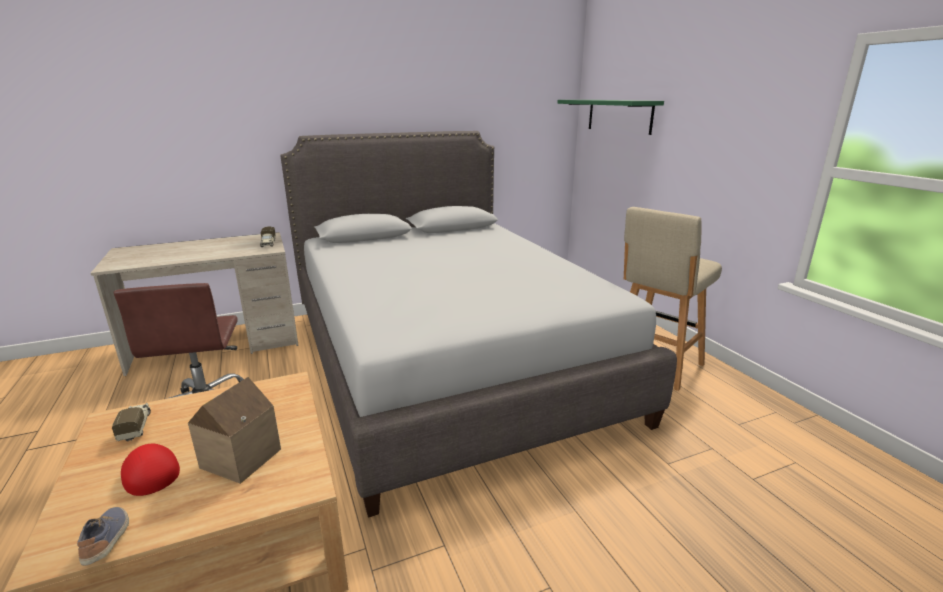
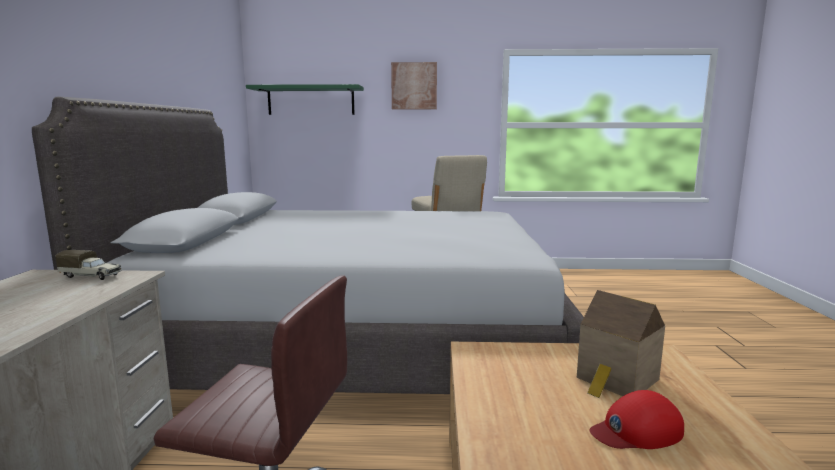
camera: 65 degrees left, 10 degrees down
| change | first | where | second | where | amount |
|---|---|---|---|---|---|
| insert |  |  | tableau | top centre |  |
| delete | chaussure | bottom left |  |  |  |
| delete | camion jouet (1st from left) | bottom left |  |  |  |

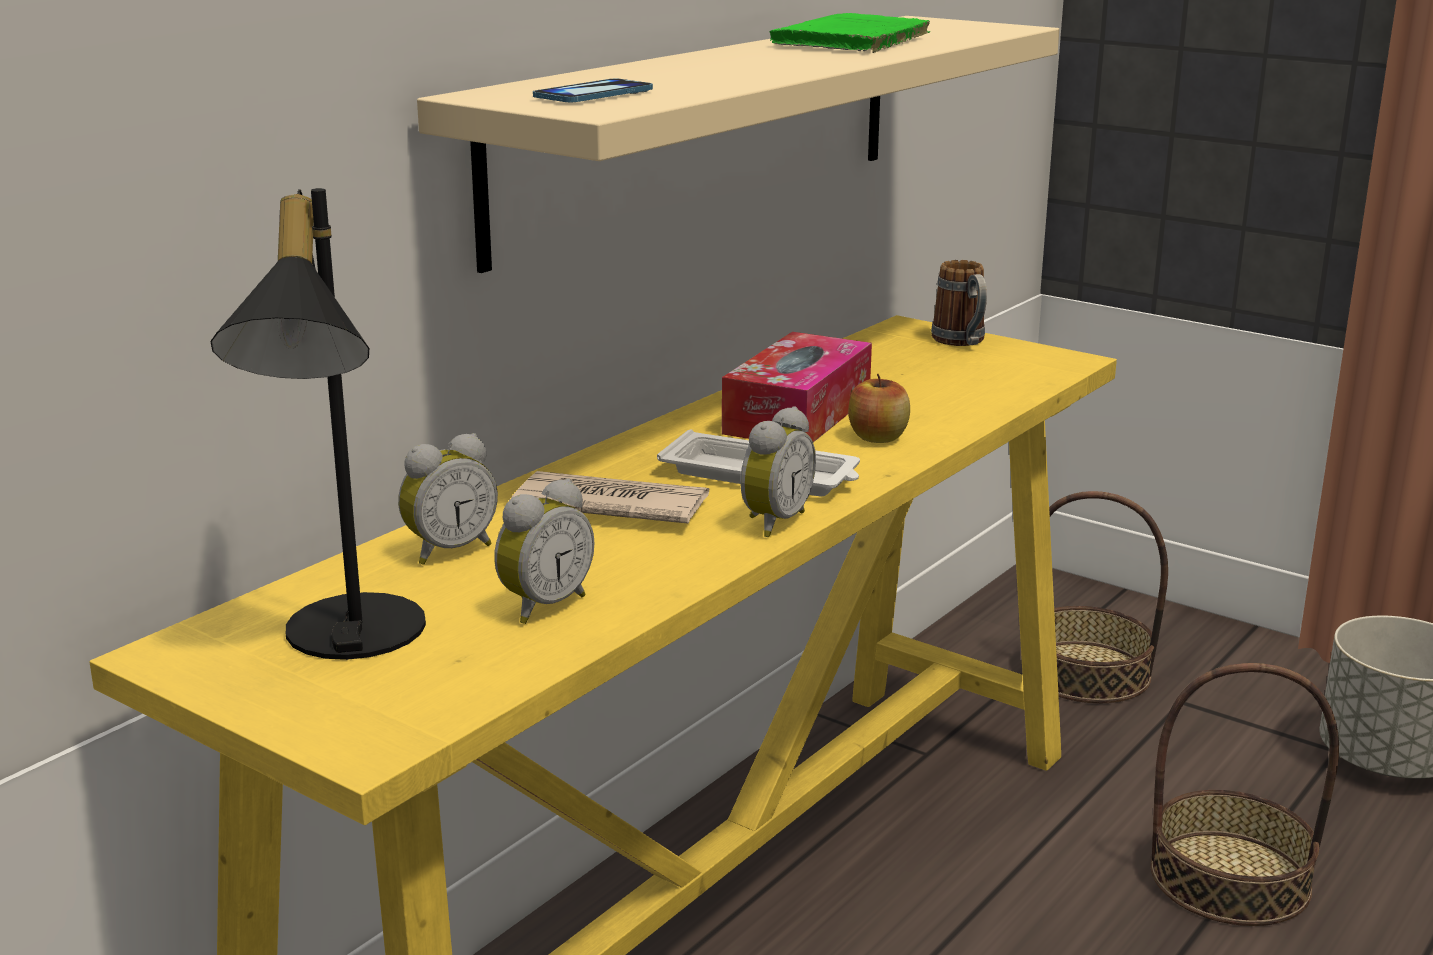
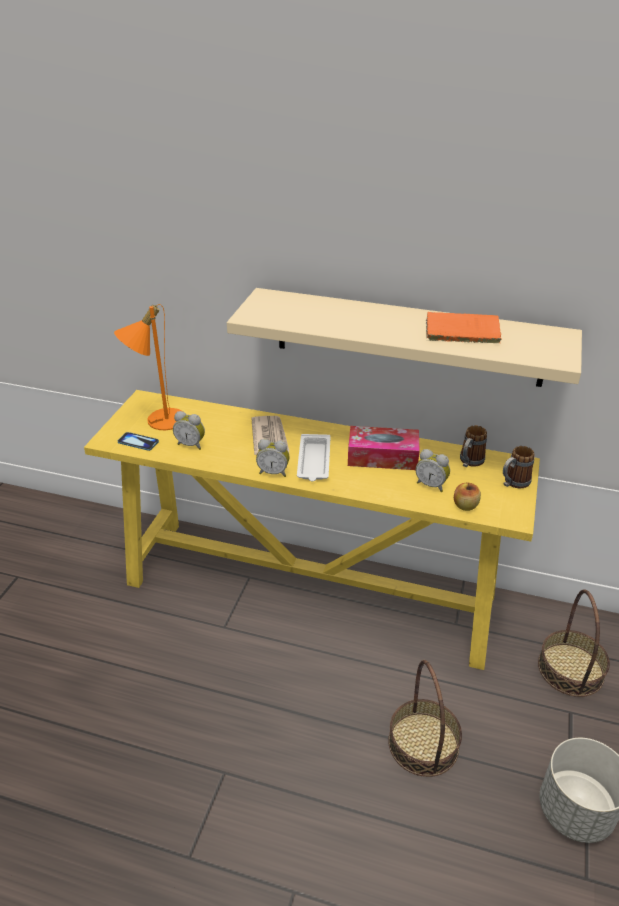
camera: 70 degrees right, 15 degrees up
| change | first | where | second | where | amount |
|---|---|---|---|---|---|
| recolor | lampe de table (noir) | middle left | lampe de table (orange) | middle left |  |
| move | téléphone | top centre |  | middle left |  |
| move | réveil (1st from left in the first image) | middle left | réveil (3rd from left) | middle right |  |
| recolor | livre (vert) | top centre | livre (orange) | middle right |  |
| move | pomme | centre |  | middle right |  |
| insert |  |  | mug (1st from left) | middle right |  |

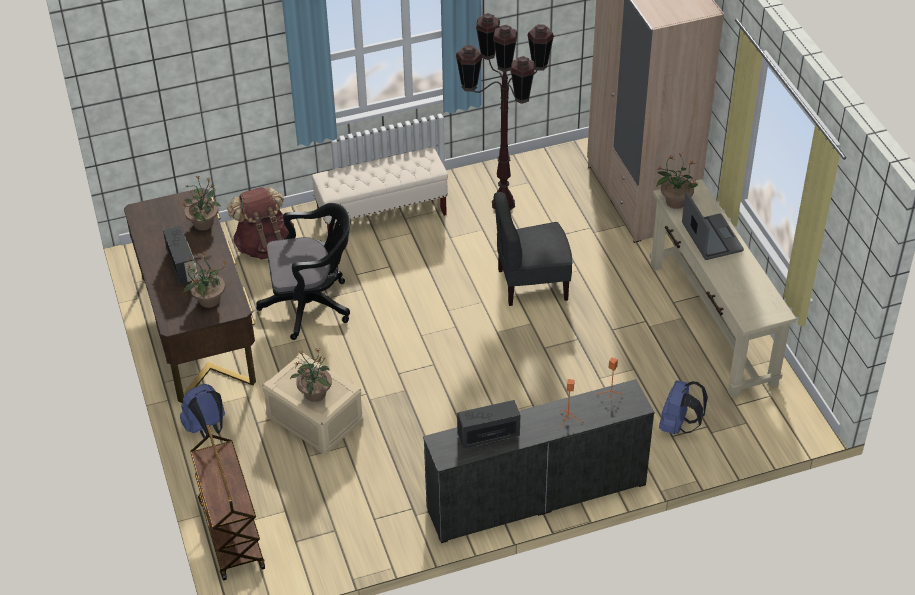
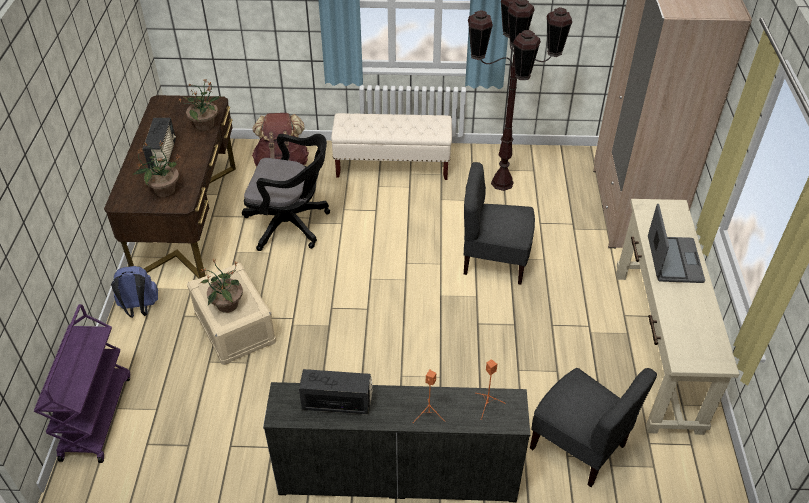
camera: 20 degrees right, 0 degrees up
| change | first | where | second | where | amount |
|---|---|---|---|---|---|
| recolor | chariot (marron) | bottom left | chariot (violet) | bottom left |  |
| replace | sac à dos (bleu) (2nd from left) | bottom right | chaise (gris) (2nd from left) | bottom right |  |
| delete | plante en pot (4th from left) | top right |  |  |  |

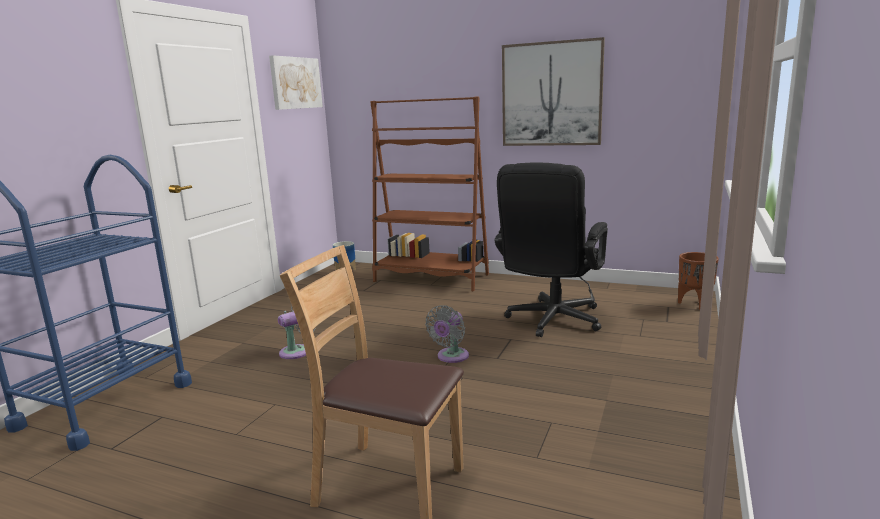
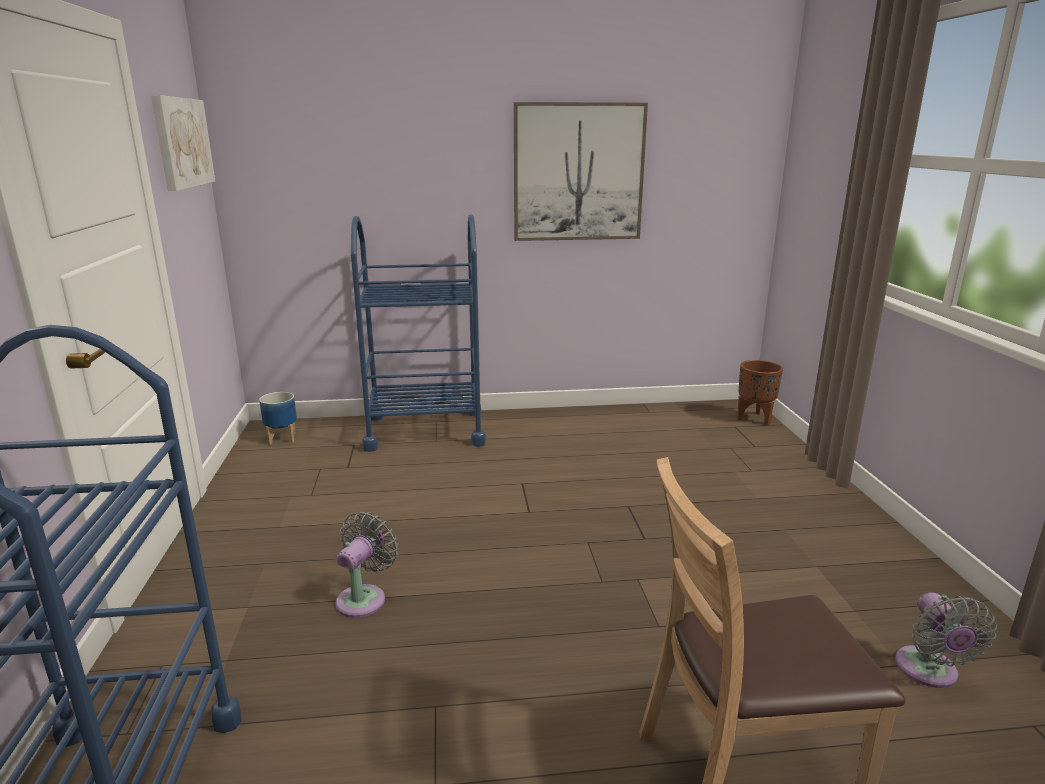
camera: 30 degrees left, 5 degrees up
| change | first | where | second | where | amount |
|---|---|---|---|---|---|
| replace | bibliothèque (marron) | centre | chariot (bleu) (2nd from left) | centre |  |
| move | ventilateur (gris) (2nd from left) | centre |  | bottom right |  |
| delete | chaise de bureau (noir) | centre |  |  |  |

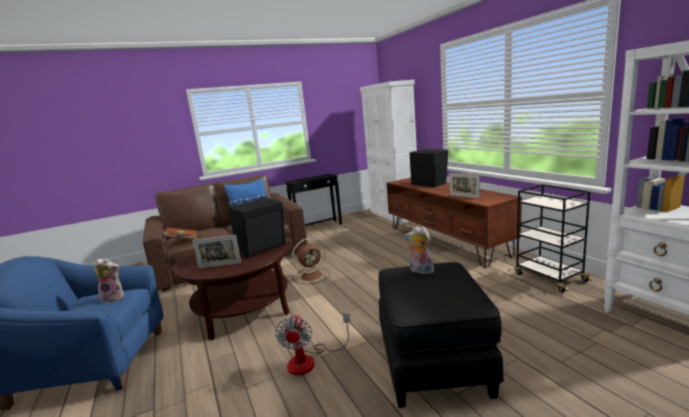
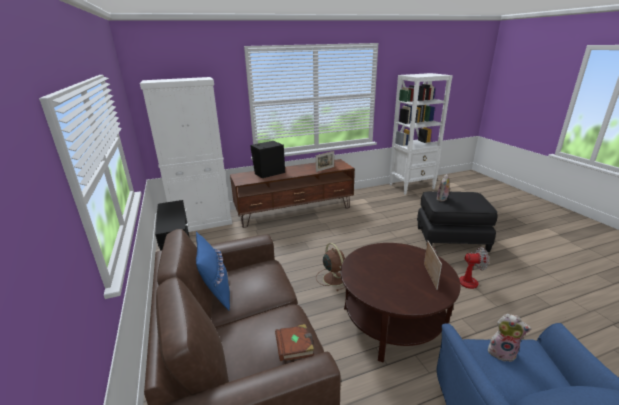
camera: 85 degrees left, 10 degrees up
| change | first | where | second | where | amount |
|---|---|---|---|---|---|
| rotate | peluche (1st from left in the first image) | bottom left | peluche (2nd from left) | bottom right | 105 degrees clockwise |
| delete | enceinte (noir) (1st from left) | centre |  |  |  |
| delete | chariot (noir) | middle right |  |  |  |

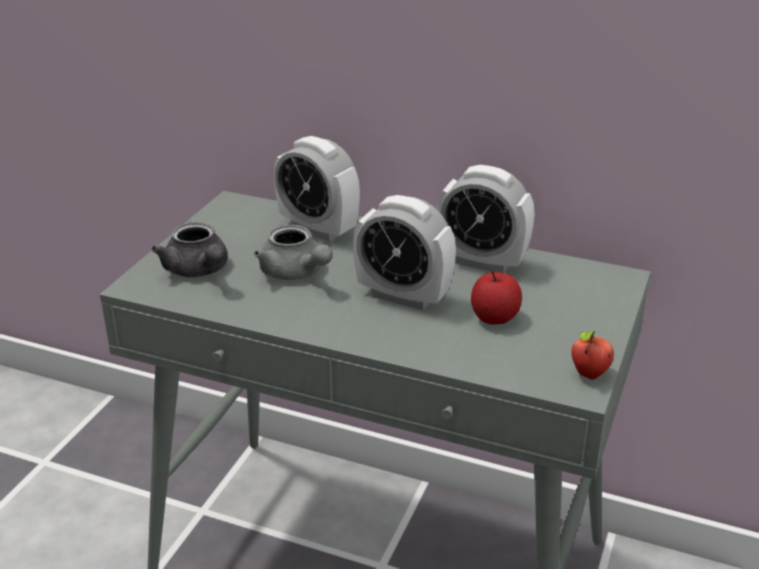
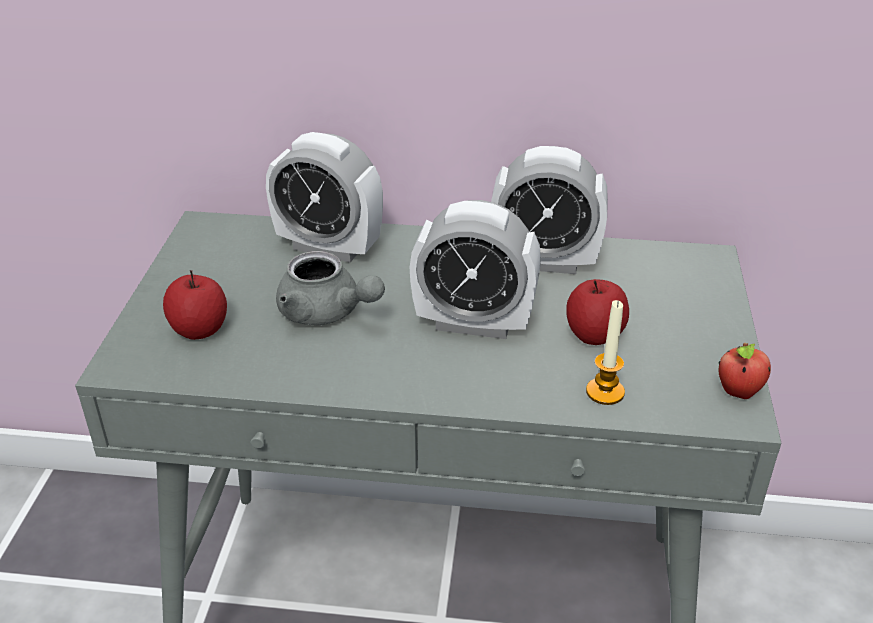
camera: 15 degrees left, 5 degrees up
| change | first | where | second | where | amount |
|---|---|---|---|---|---|
| replace | théière (gris) (1st from left) | middle left | pomme (1st from left) | middle left |  |
| insert |  |  | bougie | middle right |  |

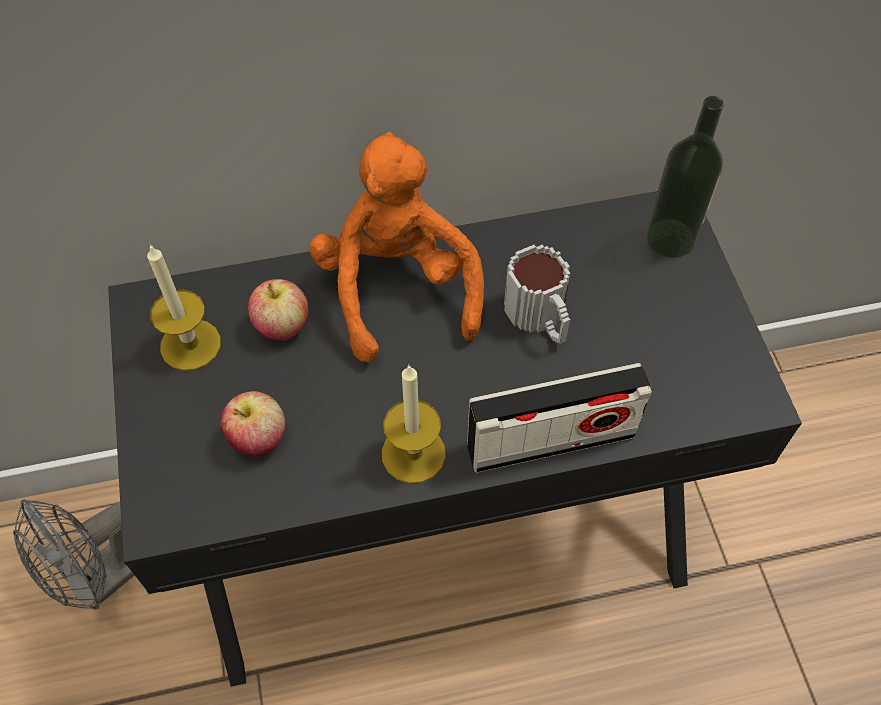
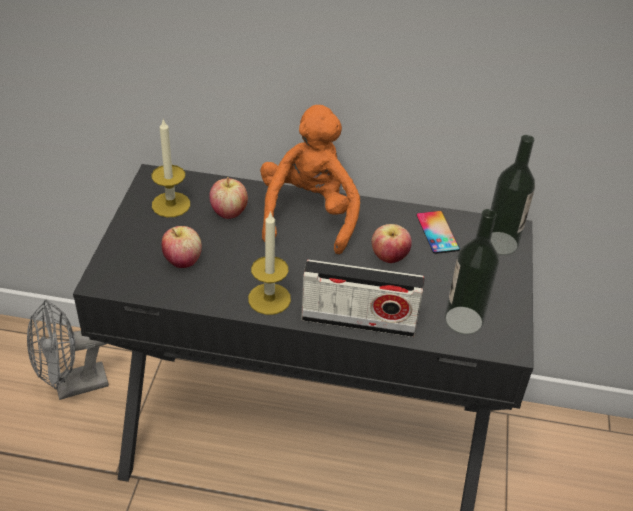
camera: 20 degrees right, 15 degrees down
| change | first | where | second | where | amount |
|---|---|---|---|---|---|
| replace | mug | centre | pomme (3rd from left) | centre |  |
| insert |  |  | téléphone | middle right |  |
| insert |  |  | bouteille (1st from left) | middle right |  |

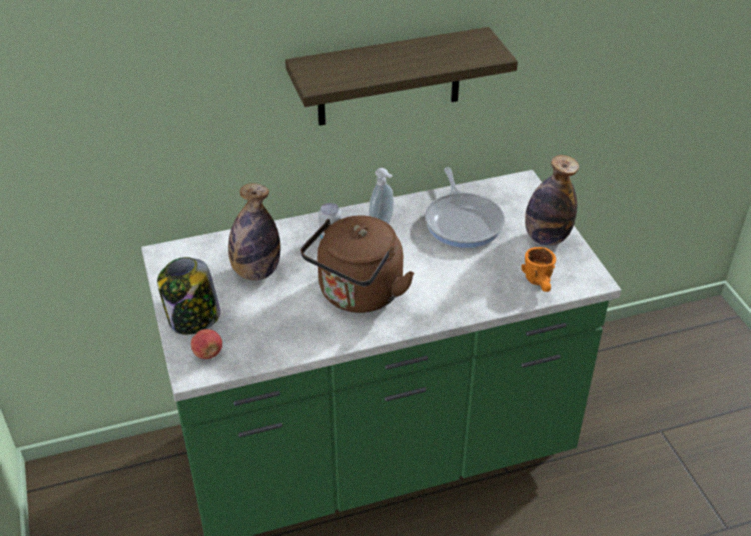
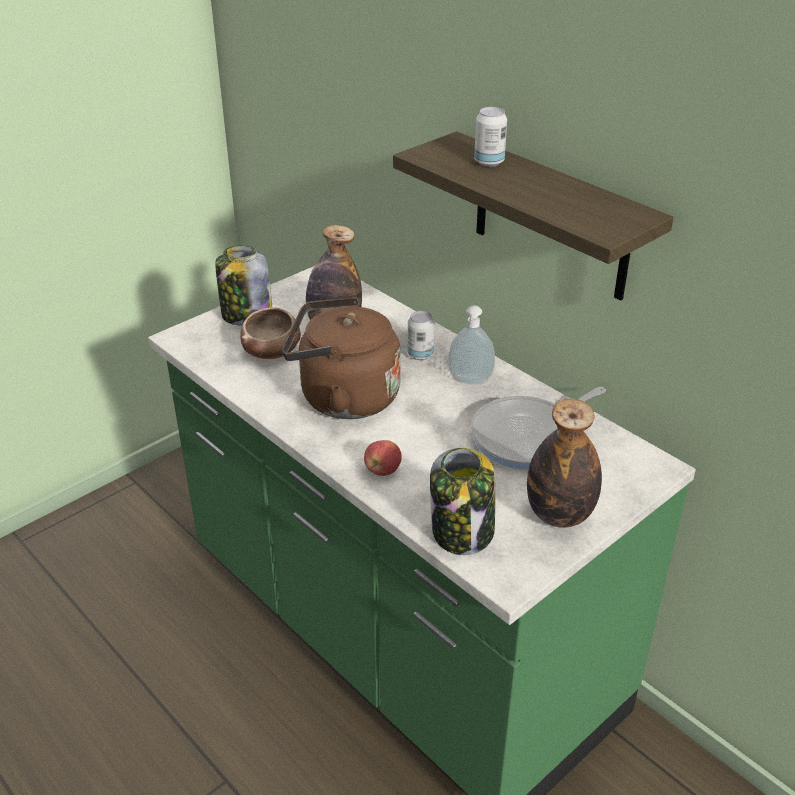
camera: 65 degrees right, 5 degrees down
| change | first | where | second | where | amount |
|---|---|---|---|---|---|
| insert |  |  | bol | centre |  |
| move | pomme | middle left |  | centre |  |
| replace | mug (orange) | middle right | bocal (2nd from left) | centre |  |
| insert |  |  | boîte métallique (2nd from left) | top centre |  |

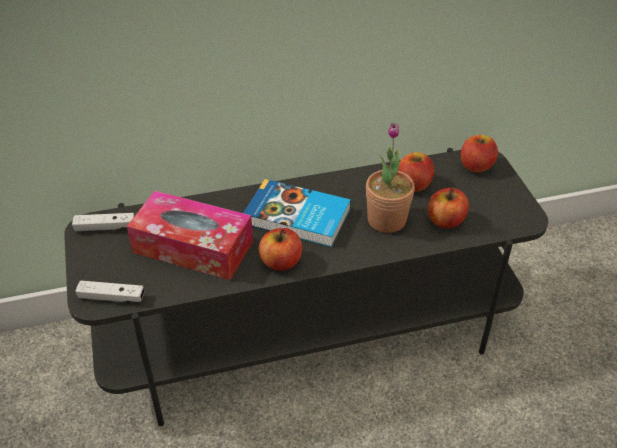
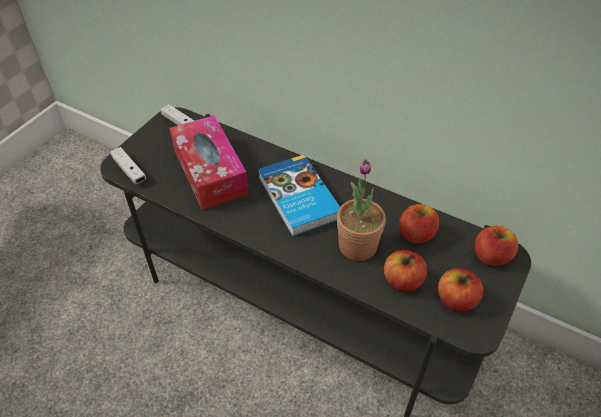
camera: 45 degrees right, 5 degrees up
| change | first | where | second | where | amount |
|---|---|---|---|---|---|
| move | pomme (1st from left in the first image) | centre | pomme (3rd from left) | bottom right |  |

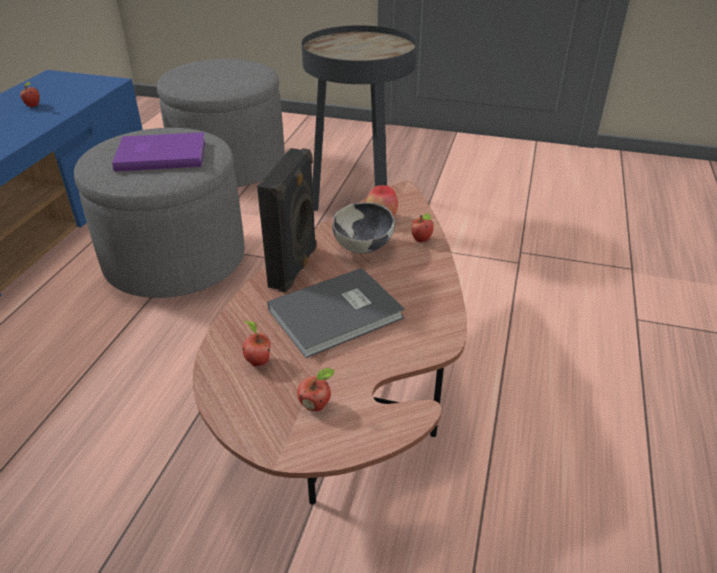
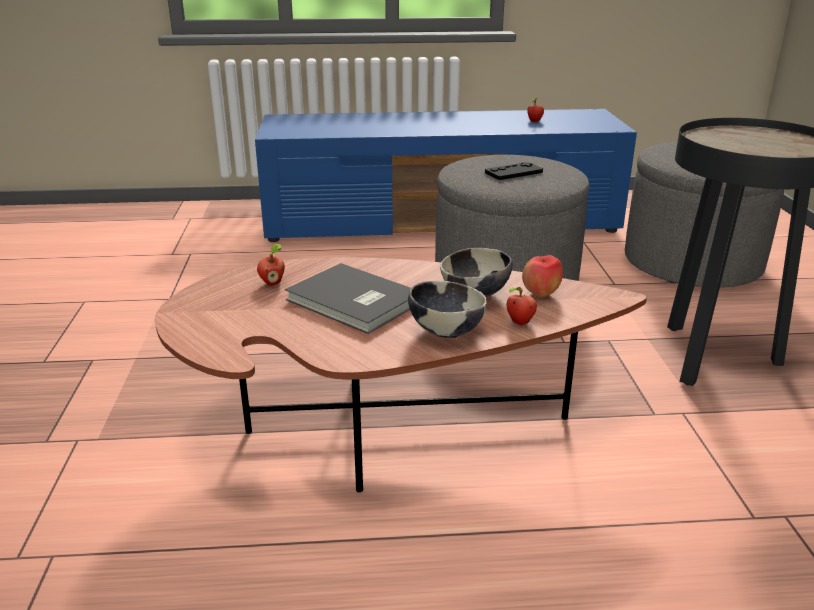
camera: 70 degrees right, 10 degrees down
| change | first | where | second | where | amount |
|---|---|---|---|---|---|
| insert |  |  | bol (1st from left) | centre |  |
| replace | livre (violet) | top left | manette (noir) | top centre |  |
| delete | enceinte (noir) | centre |  |  |  |
| delete | pomme (3rd from left) | bottom centre |  |  |  |

